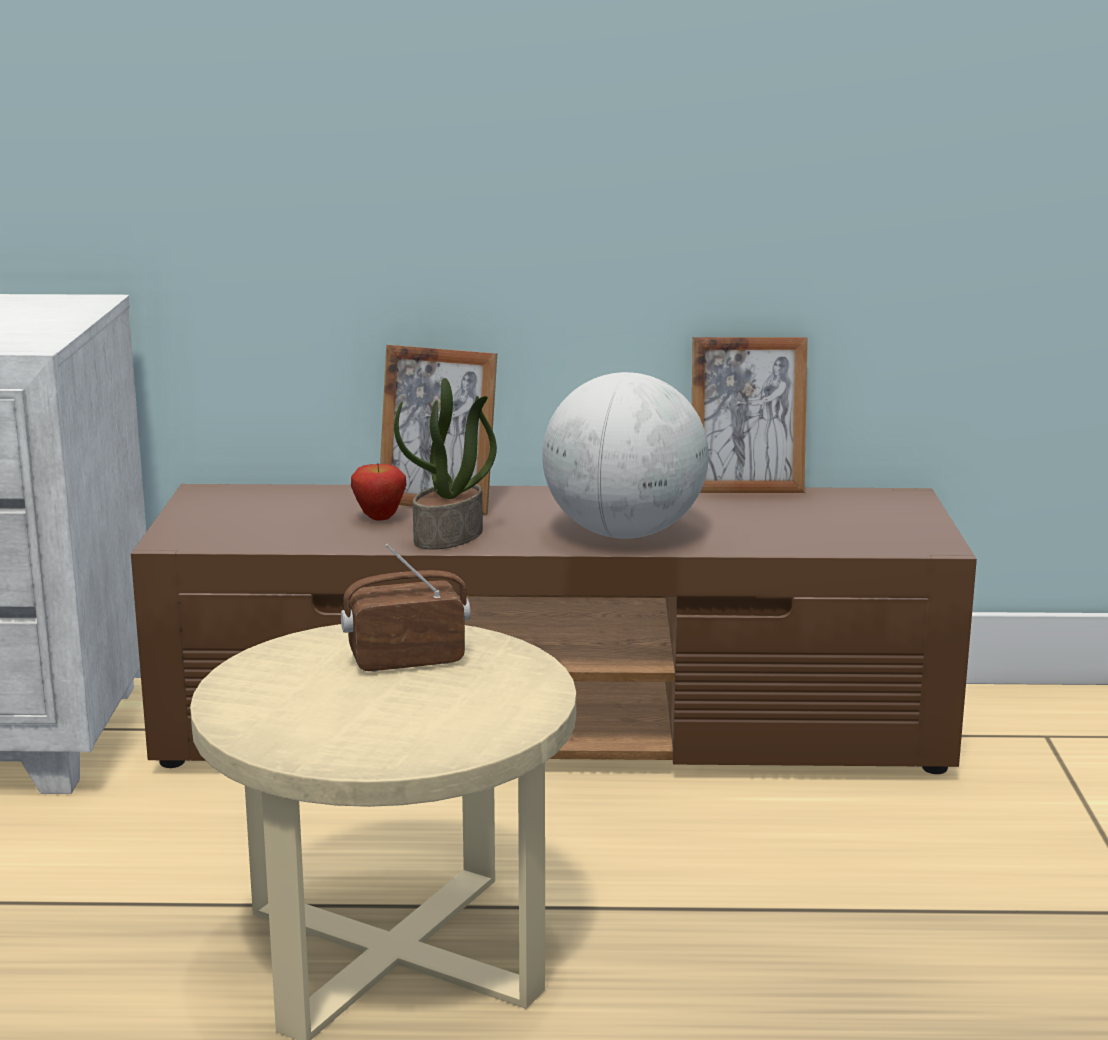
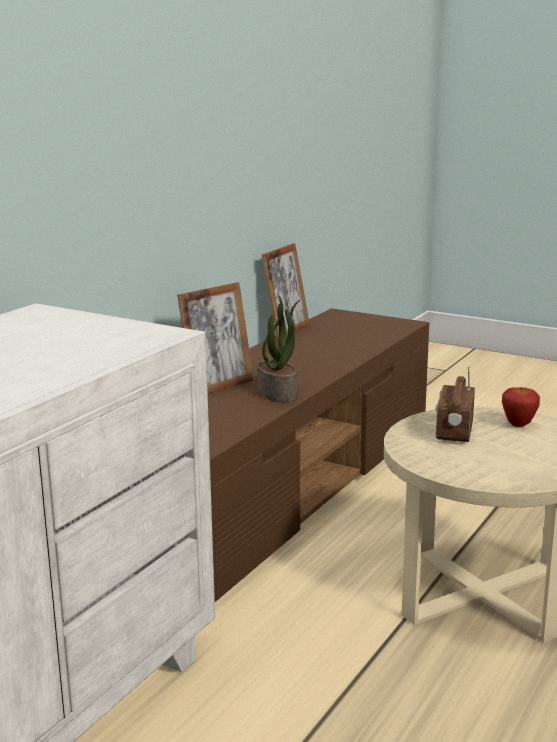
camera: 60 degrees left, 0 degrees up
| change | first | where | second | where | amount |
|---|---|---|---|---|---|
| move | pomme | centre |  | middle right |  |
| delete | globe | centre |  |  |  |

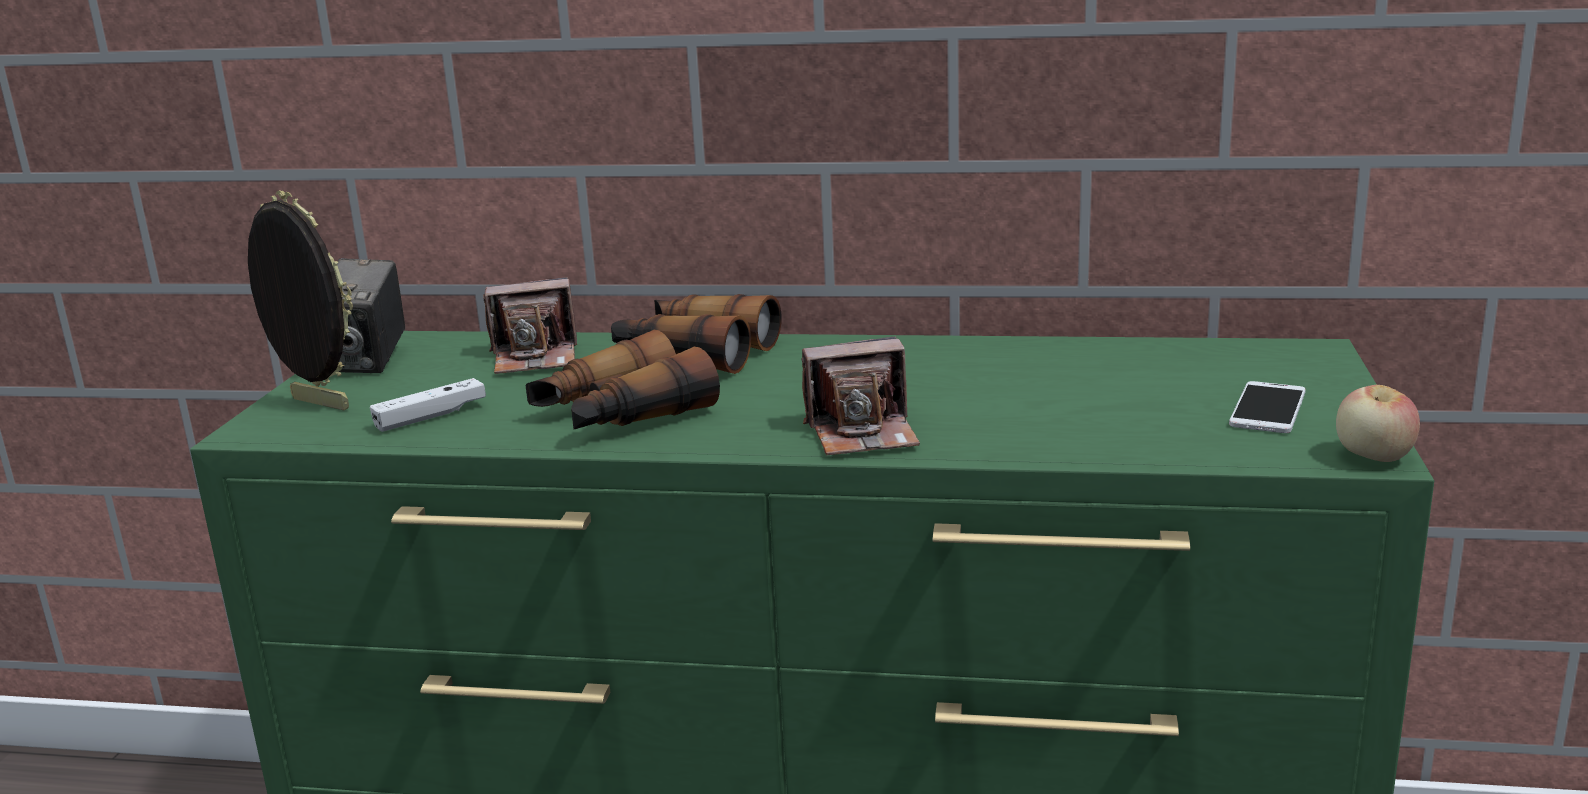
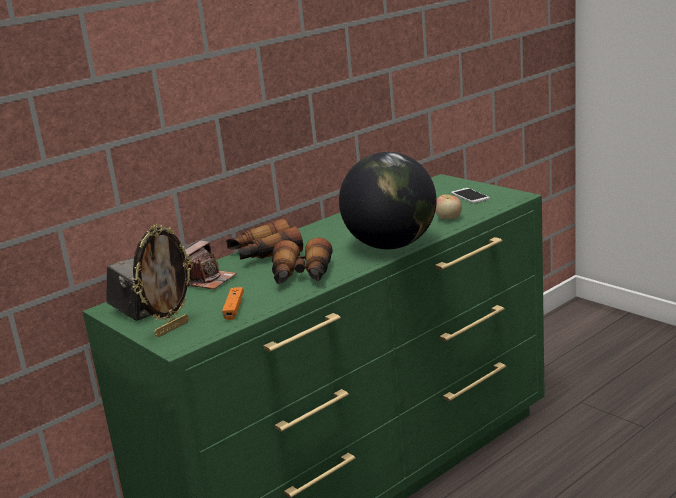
camera: 50 degrees left, 0 degrees up
| change | first | where | second | where | amount |
|---|---|---|---|---|---|
| rotate | cadre photo | middle left |  | middle left | 150 degrees clockwise |
| recolor | manette (blanc) | middle left | manette (orange) | centre |  |
| replace | appareil photo (3rd from left) | centre | globe | centre |  |
| move | pomme | middle right |  | centre |  |

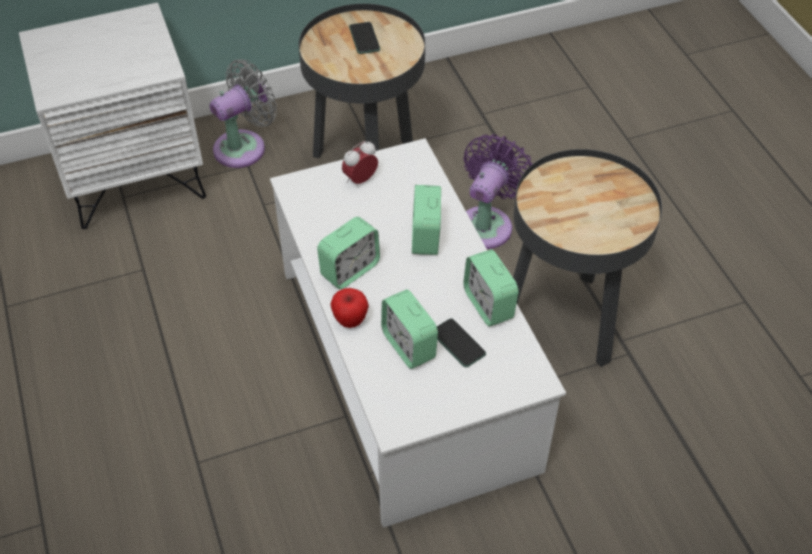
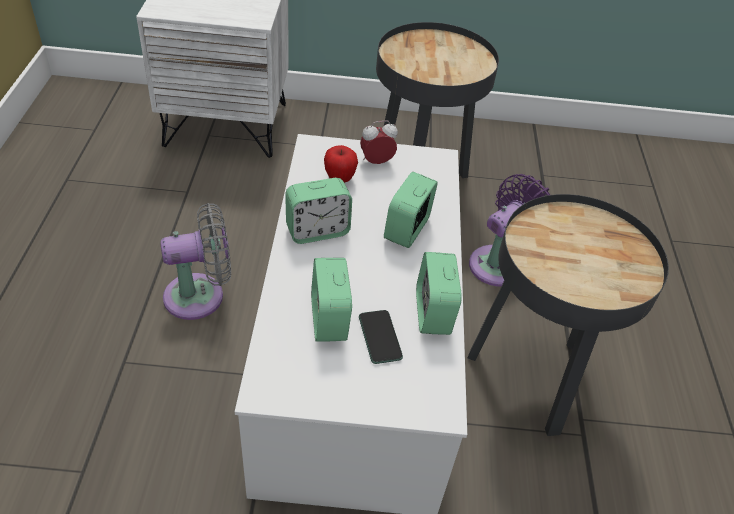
camera: 20 degrees right, 5 degrees down
| change | first | where | second | where | amount |
|---|---|---|---|---|---|
| move | ventilateur (gris) | top left |  | middle left |  |
| move | pomme | centre |  | top centre |  |
| delete | téléphone (1st from left) | top centre |  |  |  |

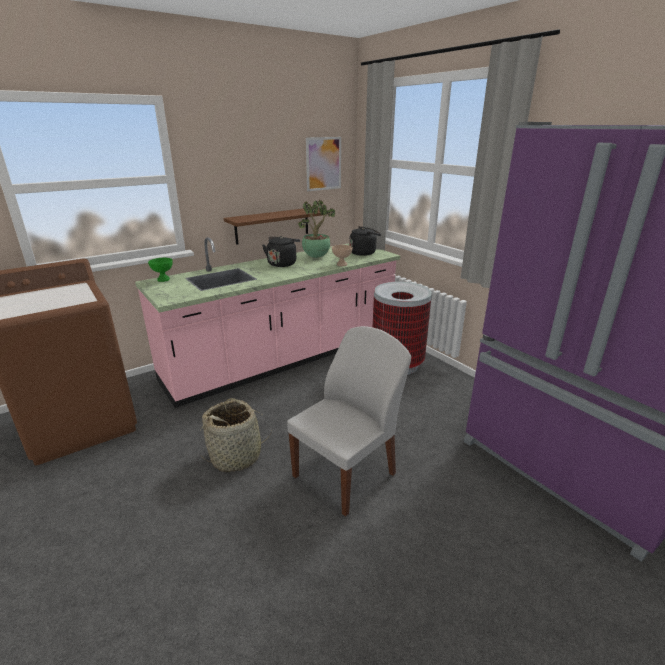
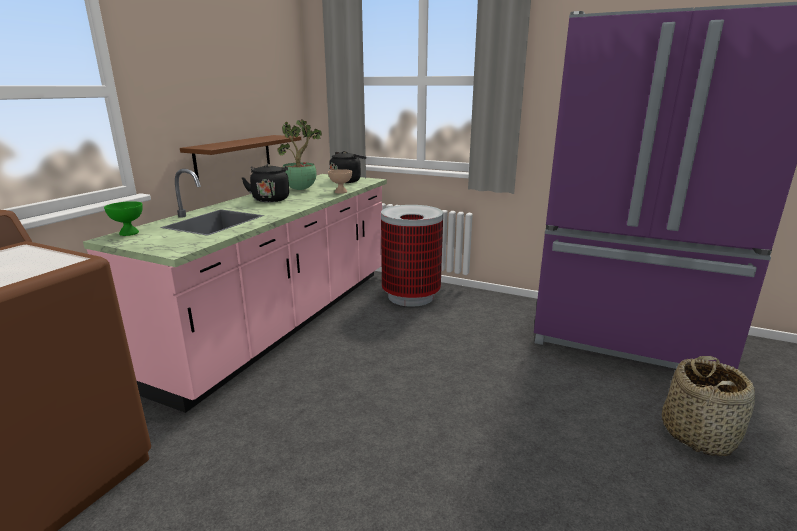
camera: 30 degrees left, 5 degrees down
| change | first | where | second | where | amount |
|---|---|---|---|---|---|
| move | panier | centre |  | bottom right |  |
| delete | chaise (blanc) | centre |  |  |  |
| delete | tableau | top centre |  |  |  |

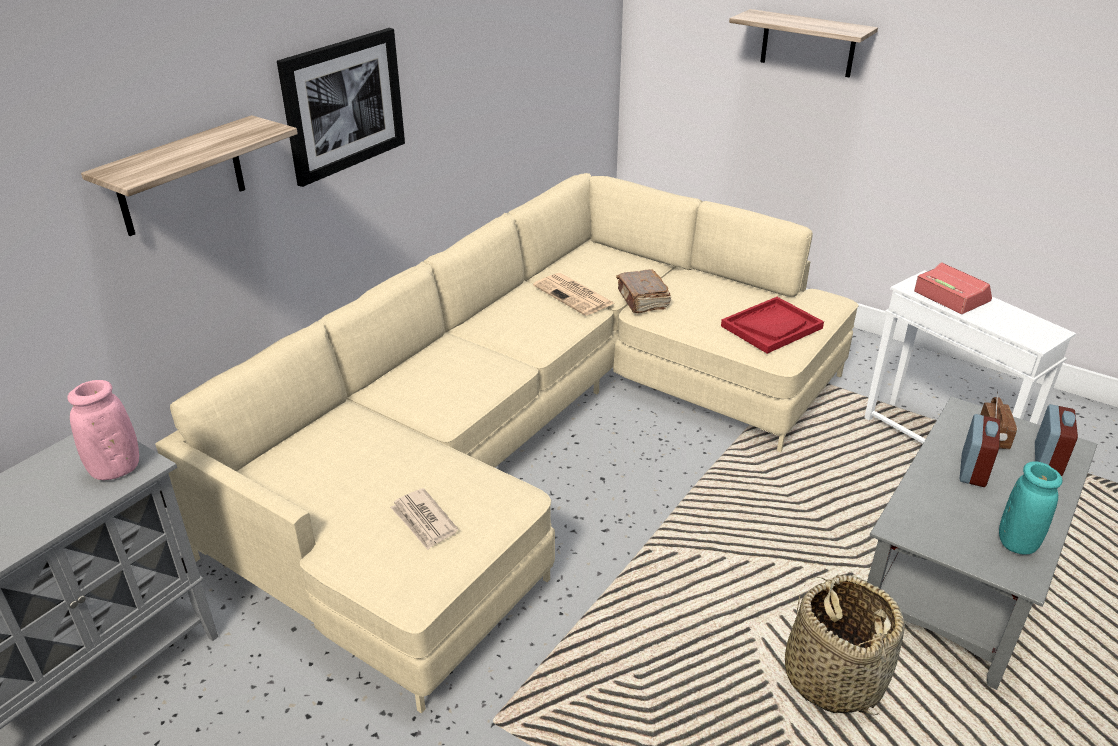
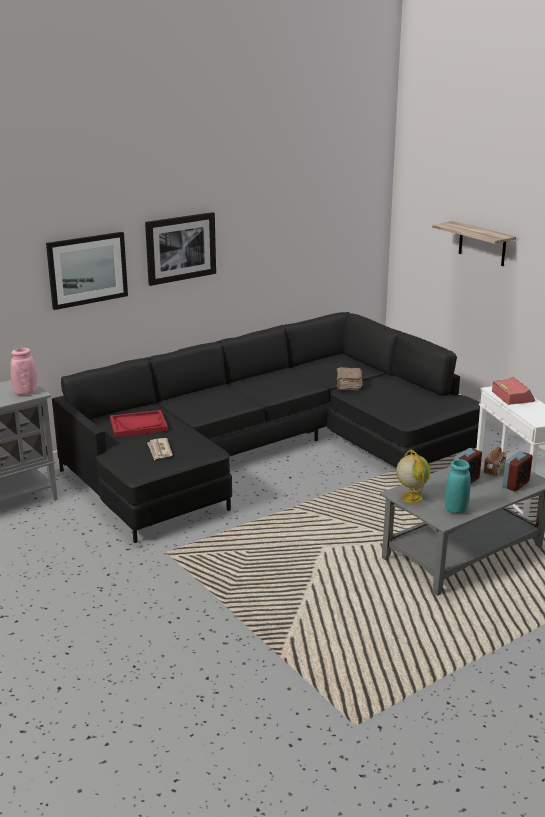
camera: 20 degrees right, 10 degrees down
| change | first | where | second | where | amount |
|---|---|---|---|---|---|
| replace | étagère (1st from left) | top left | tableau (1st from left) | top left |  |
| recolor | canapé (beige) | centre | canapé (noir) | centre |  |
| move | plateau (rouge) | middle right |  | middle left |  |
| insert |  |  | globe | middle right |  |
| delete | journal (2nd from left) | centre |  |  |  |
| delete | panier | bottom right |  |  |  |

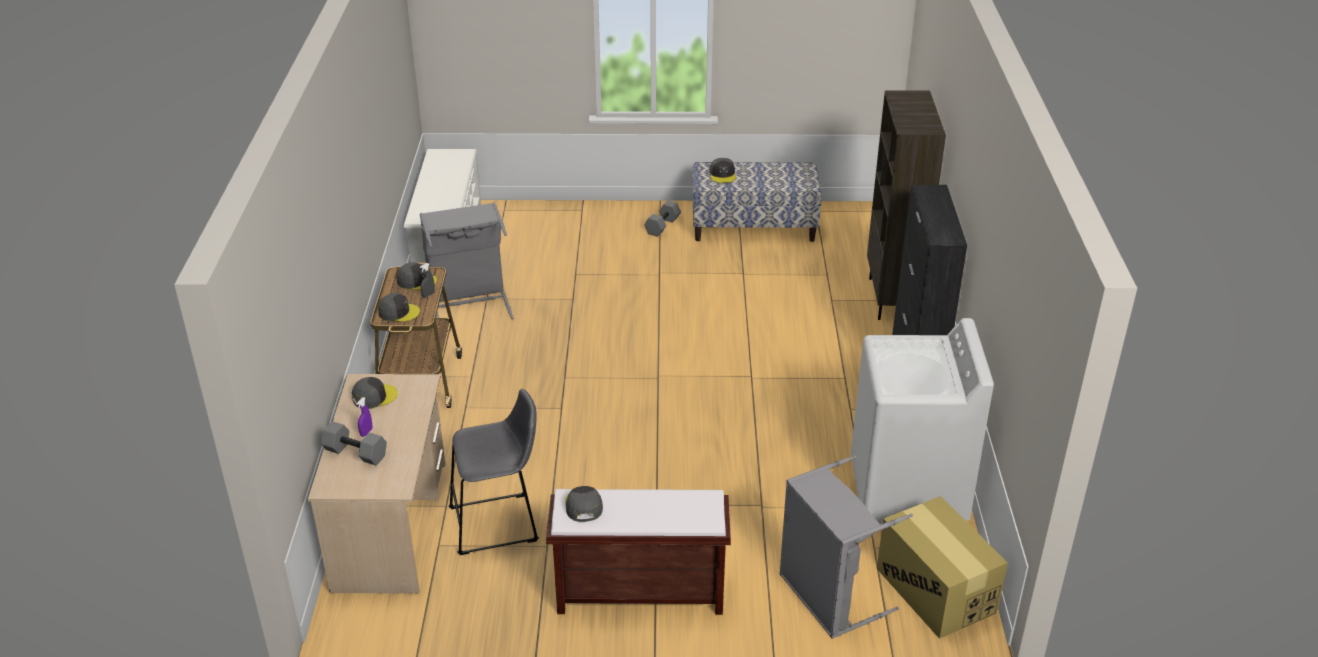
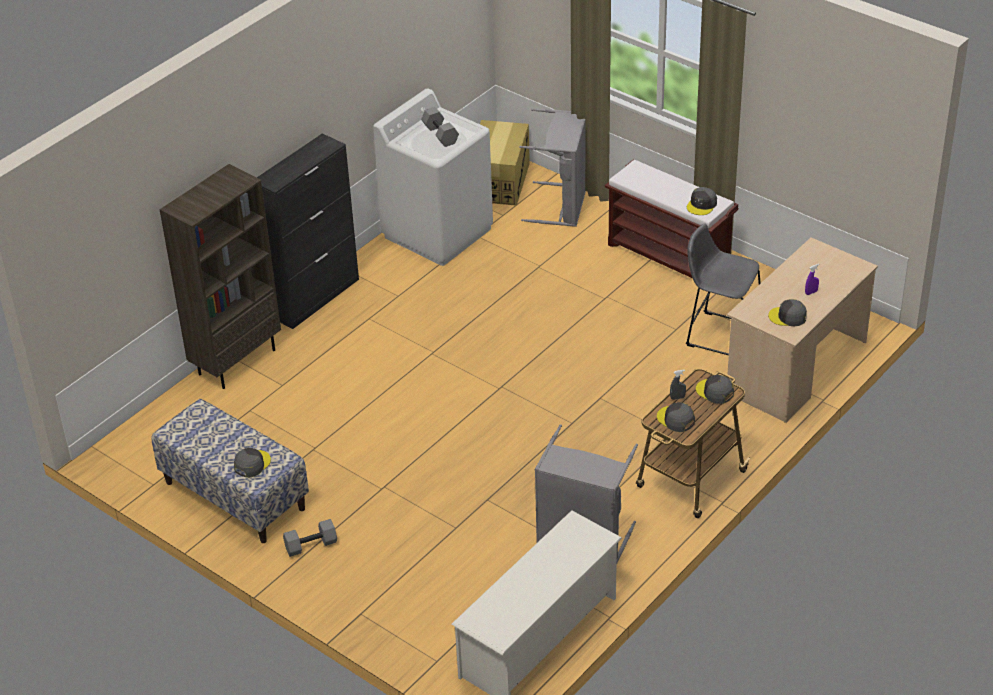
camera: 140 degrees left, 5 degrees up
| change | first | where | second | where | amount |
|---|---|---|---|---|---|
| move | haltère (gris) (1st from left in the first image) | bottom left | haltère (gris) (2nd from left) | top centre |  |

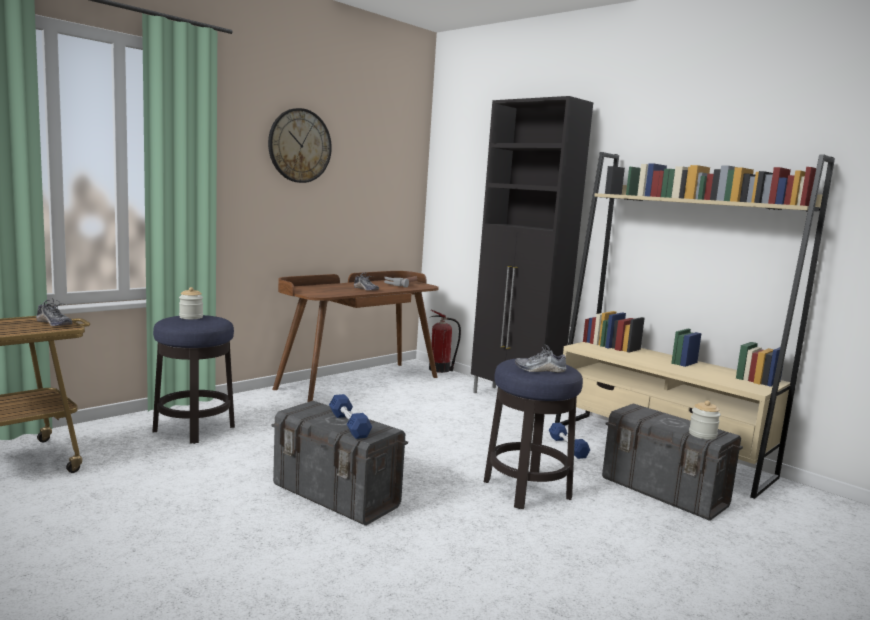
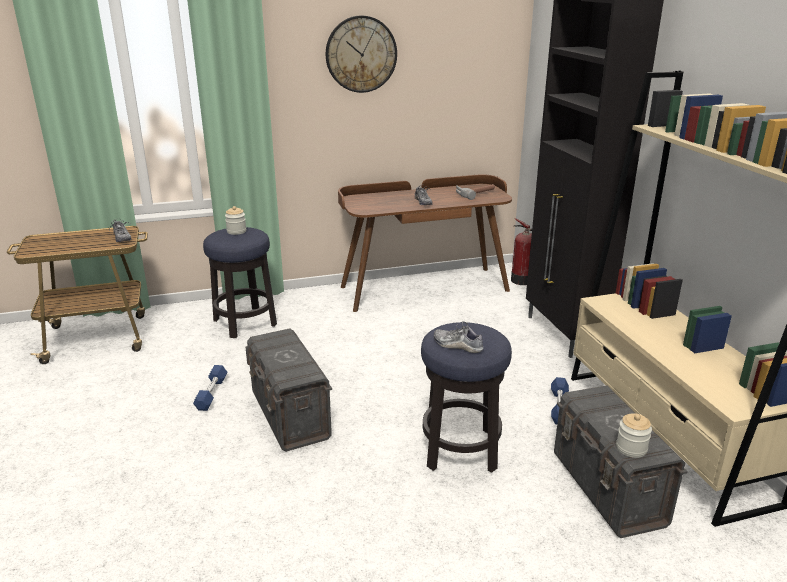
camera: 30 degrees right, 15 degrees up
| change | first | where | second | where | amount |
|---|---|---|---|---|---|
| move | haltère (bleu) (1st from left) | bottom centre |  | bottom left |  |

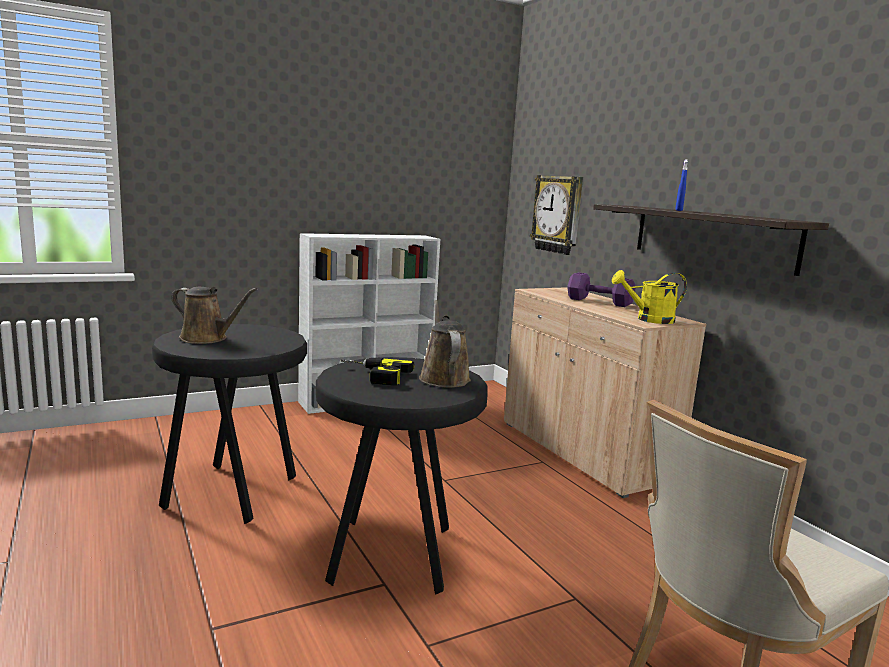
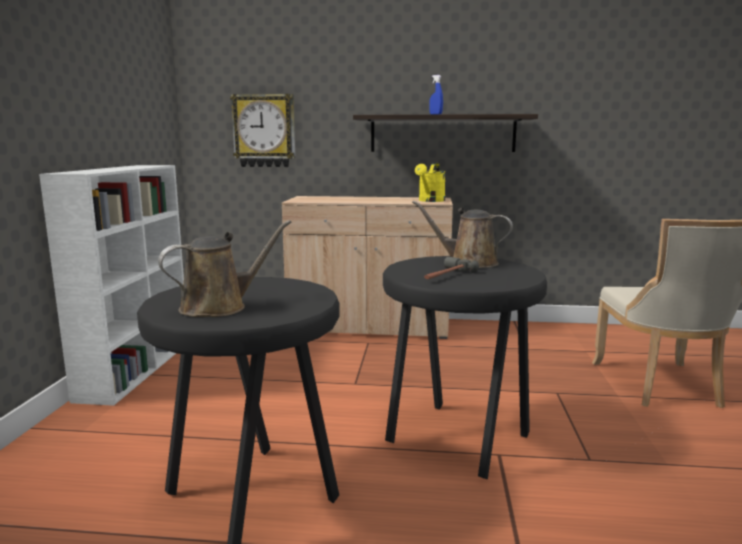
camera: 55 degrees left, 0 degrees up
| change | first | where | second | where | amount |
|---|---|---|---|---|---|
| replace | perceuse | centre | marteau | centre |  |
| delete | haltère (violet) | middle right |  |  |  |

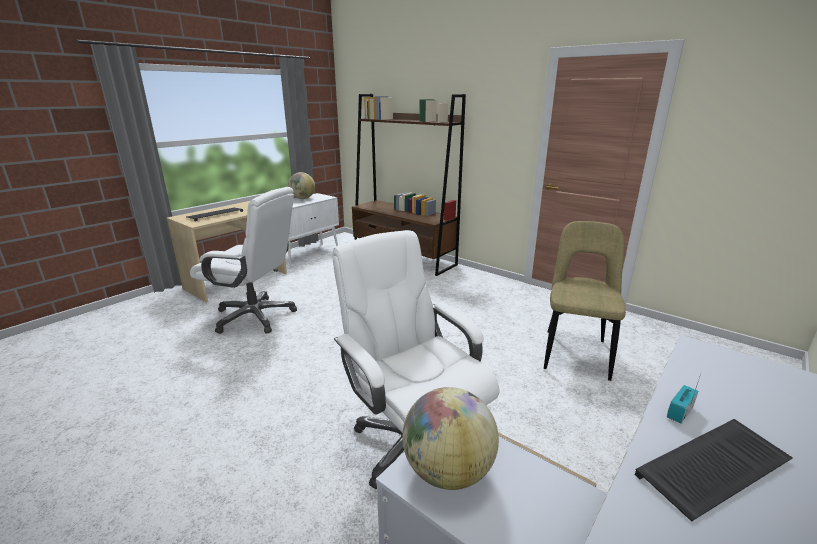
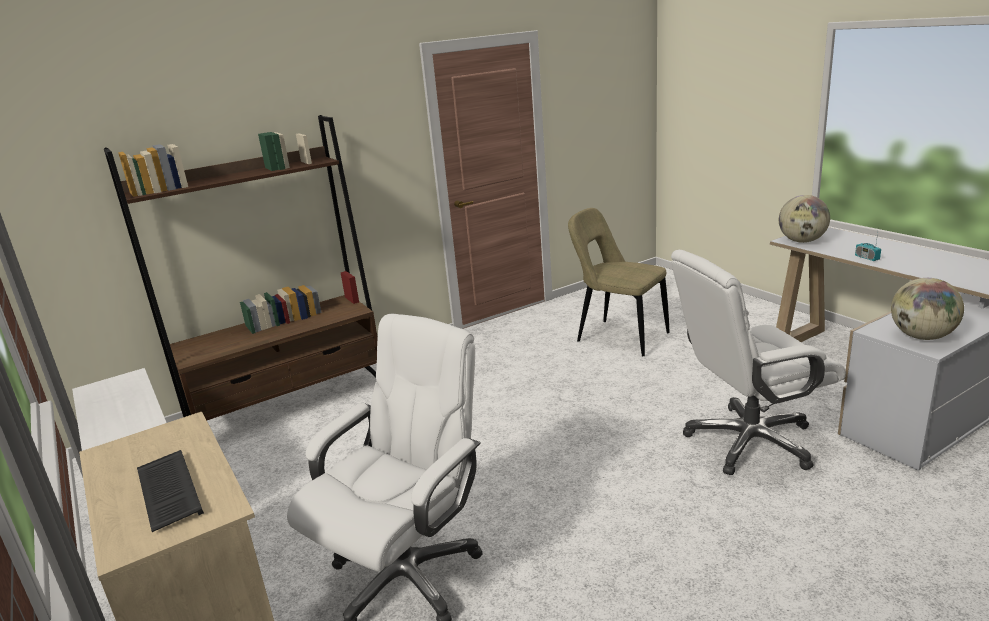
camera: 70 degrees left, 0 degrees up
| change | first | where | second | where | amount |
|---|---|---|---|---|---|
| move | globe (1st from left) | centre |  | middle right |  |
| delete | clavier (2nd from left) | bottom right |  |  |  |

